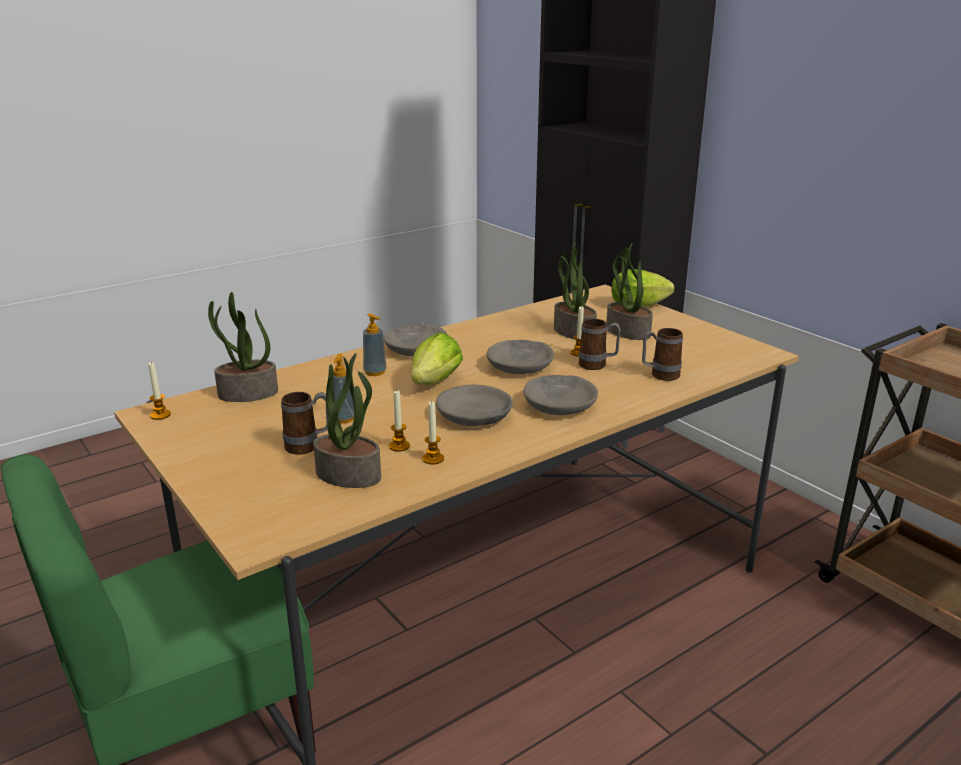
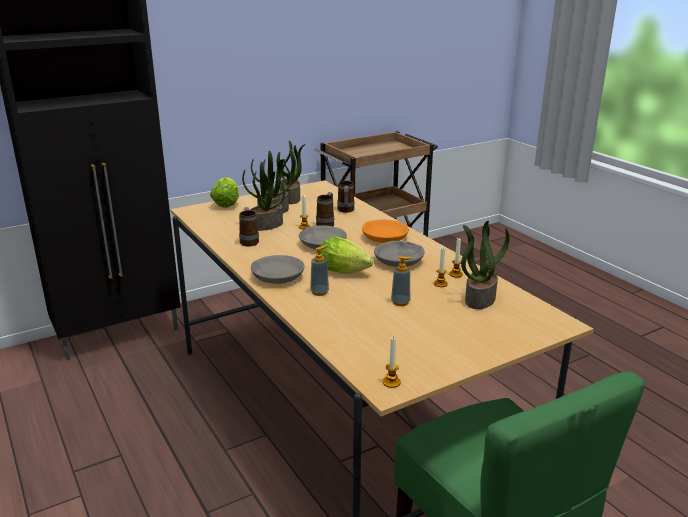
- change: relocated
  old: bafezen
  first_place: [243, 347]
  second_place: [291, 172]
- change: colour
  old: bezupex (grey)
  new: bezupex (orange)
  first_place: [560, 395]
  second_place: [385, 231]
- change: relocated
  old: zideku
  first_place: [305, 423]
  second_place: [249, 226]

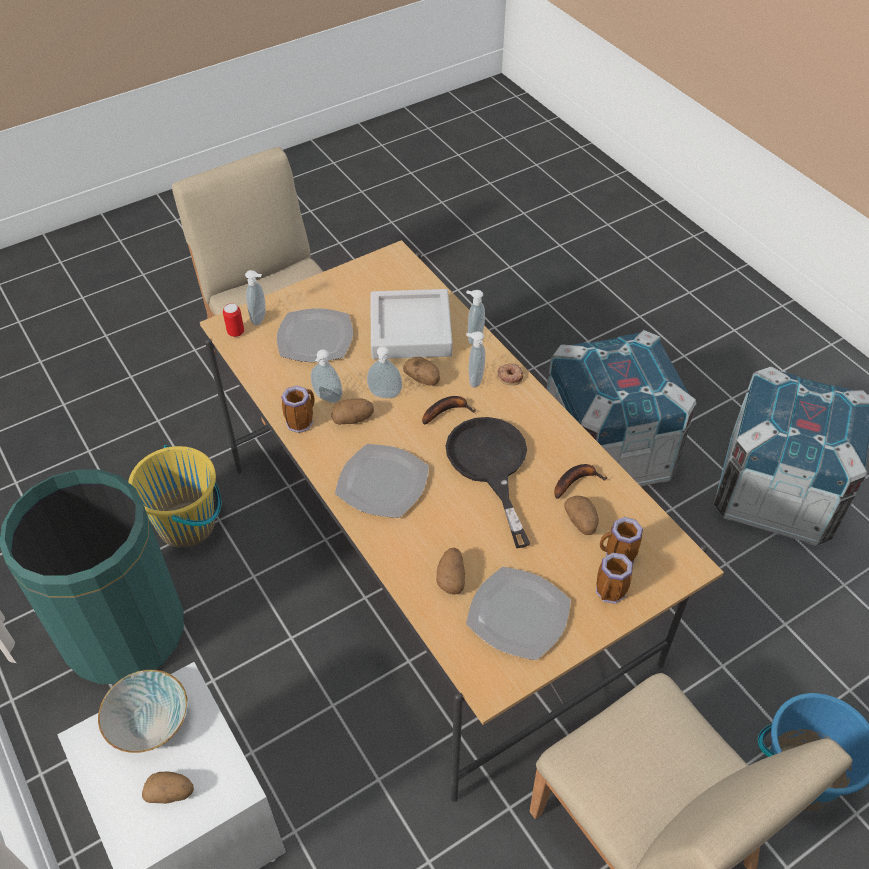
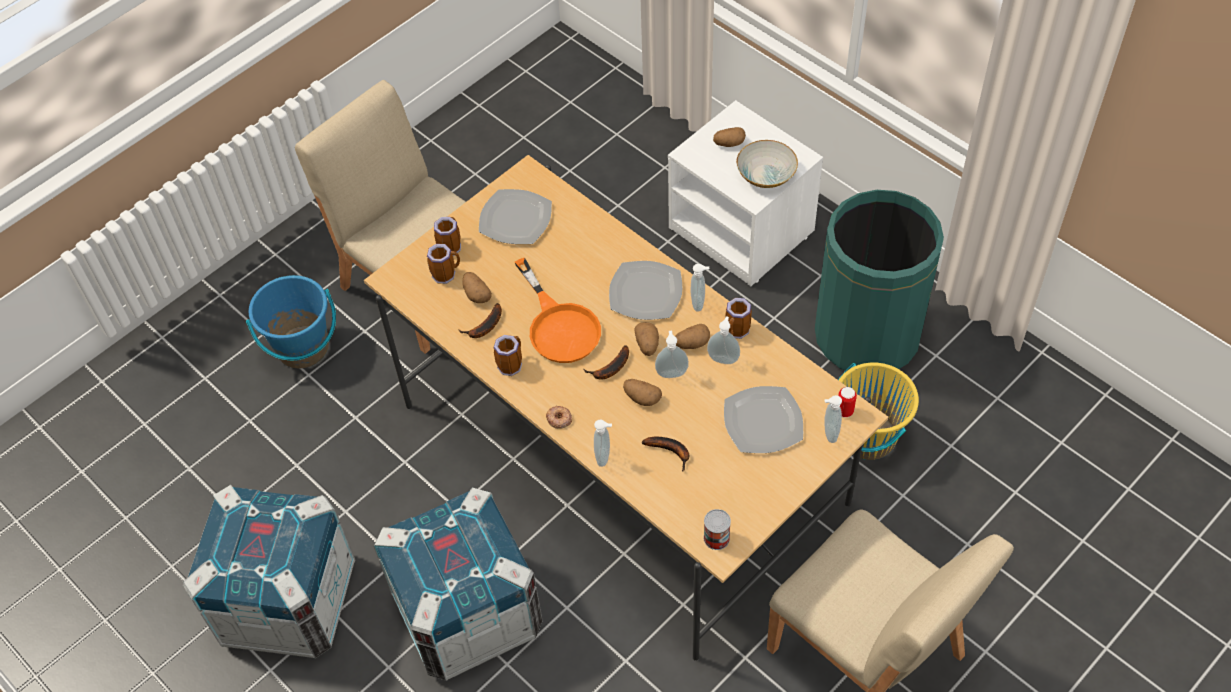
- change: exchanged
  old: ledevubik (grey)
  new: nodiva
  first_place: [411, 324]
  second_place: [665, 454]
- change: relocated
  old: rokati
  first_place: [475, 359]
  second_place: [699, 288]
- change: colour
  old: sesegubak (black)
  new: sesegubak (orange)
  first_place: [488, 482]
  second_place: [558, 310]
- change: relocated
  old: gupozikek
  first_place: [450, 571]
  second_place: [646, 339]
- change: appeared
  new: zideku
  second_place: [508, 355]
- change: appeared
  new: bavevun
  second_place: [717, 529]

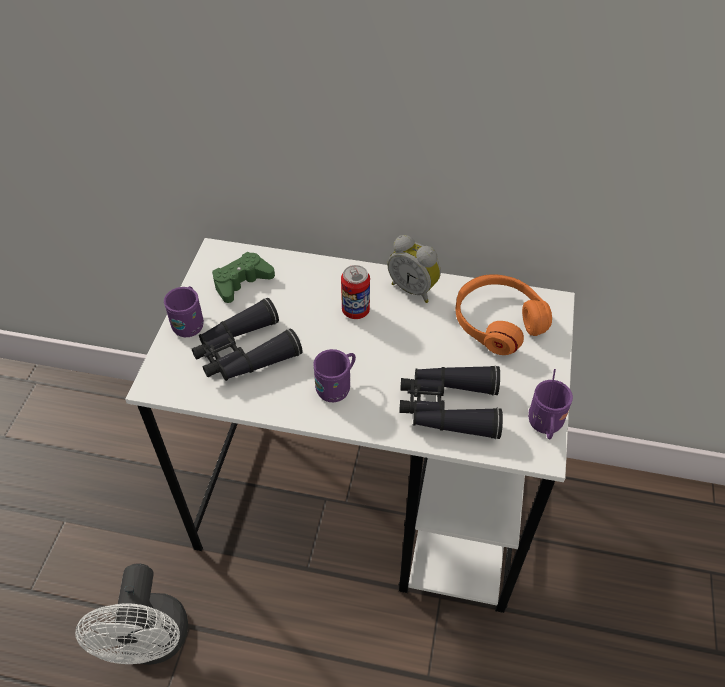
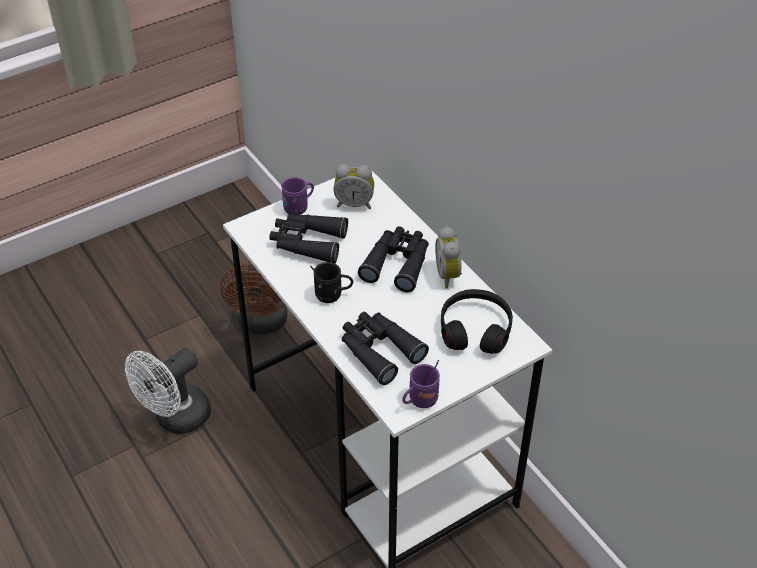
- change: exchanged
  old: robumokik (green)
  new: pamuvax
  first_place: [243, 277]
  second_place: [354, 186]
- change: exchanged
  old: bavevun
  new: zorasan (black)
  first_place: [355, 292]
  second_place: [393, 259]
- change: colour
  old: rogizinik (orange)
  new: rogizinik (black)
  first_place: [504, 314]
  second_place: [477, 321]
- change: colour
  old: zideku (purple)
  new: zideku (black)
  first_place: [334, 375]
  second_place: [331, 282]
- change: appeared
  new: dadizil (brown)
  second_place: [253, 297]

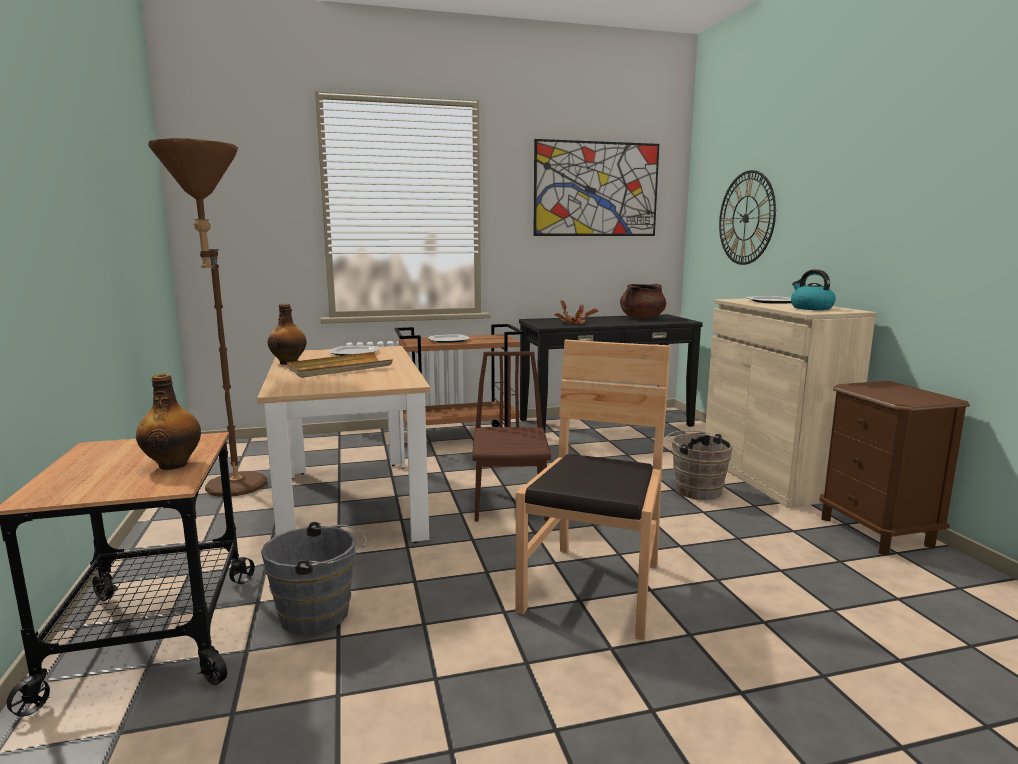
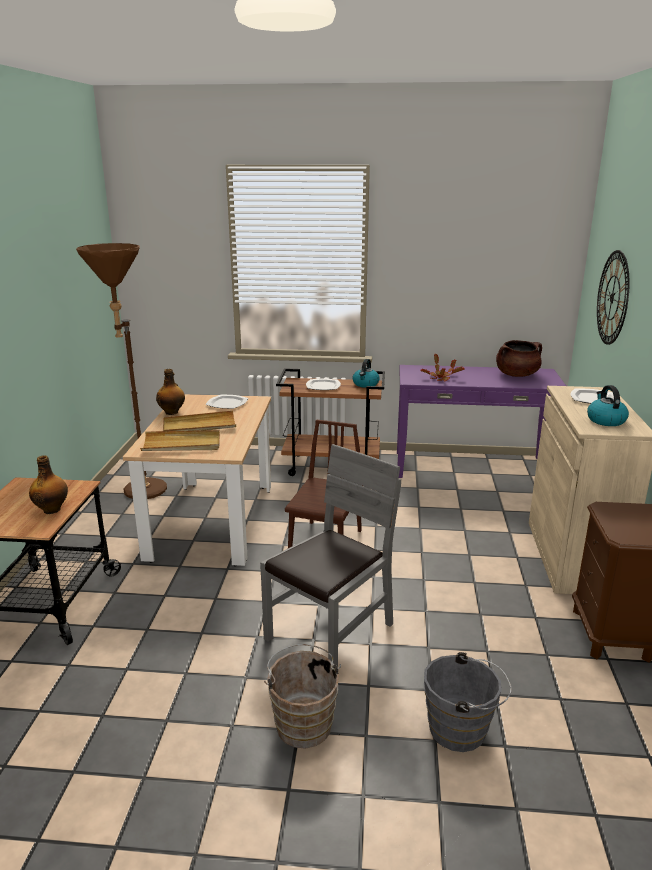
- change: missing
  old: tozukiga
  first_place: [596, 187]
- change: colour
  old: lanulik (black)
  new: lanulik (purple)
  first_place: [611, 372]
  second_place: [481, 421]
- change: colour
  old: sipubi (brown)
  new: sipubi (grey)
  first_place: [593, 489]
  second_place: [330, 555]
- change: relocated
  old: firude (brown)
  first_place: [699, 465]
  second_place: [302, 696]
- change: relocated
  old: firude (grey)
  first_place: [313, 578]
  second_place: [468, 702]
- change: appeared
  new: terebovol
  second_place: [366, 373]
- change: appeared
  new: ledevubik (beige)
  second_place: [180, 440]

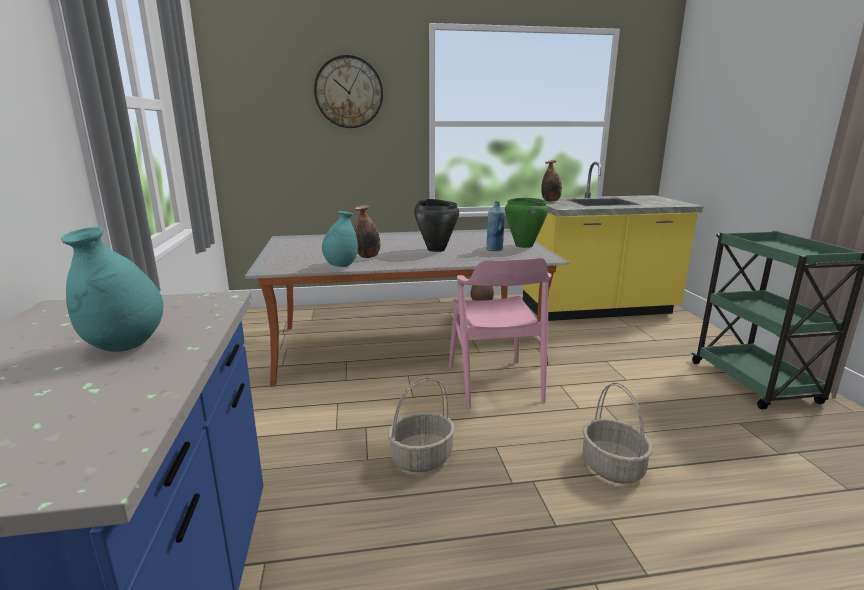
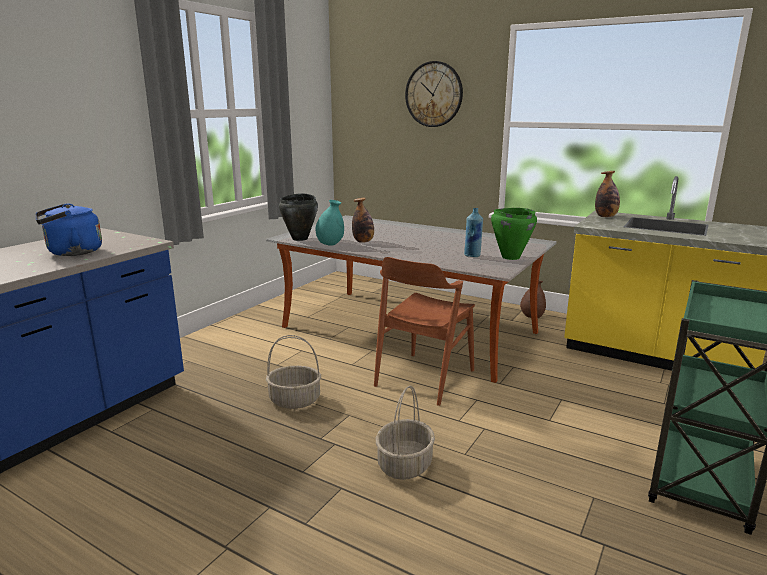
- change: relocated
  old: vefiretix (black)
  first_place: [436, 225]
  second_place: [298, 217]
- change: exchanged
  old: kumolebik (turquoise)
  new: terebovol (blue)
  first_place: [112, 289]
  second_place: [69, 229]
- change: colour
  old: sipubi (pink)
  new: sipubi (brown)
  first_place: [500, 333]
  second_place: [424, 331]

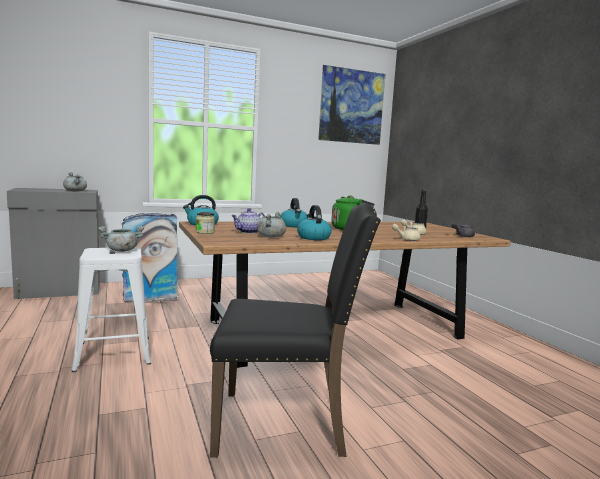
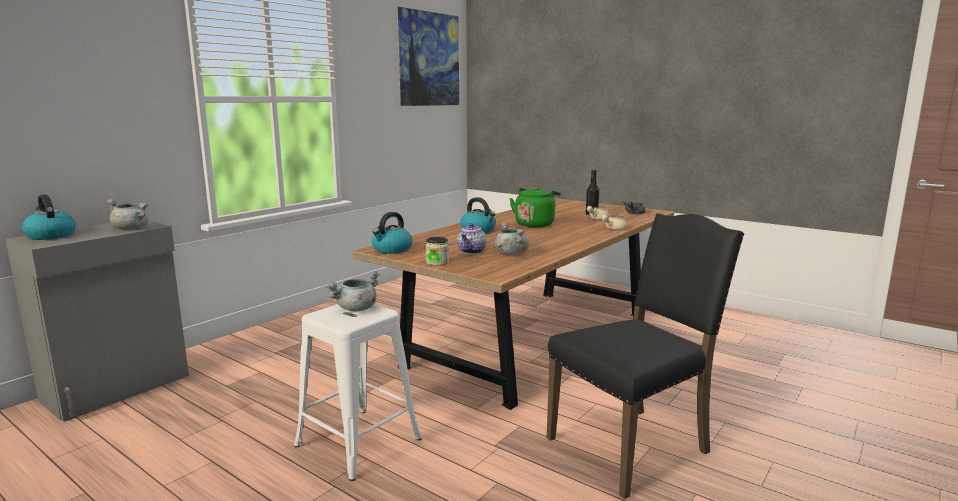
- change: relocated
  old: terebovol
  first_place: [314, 222]
  second_place: [49, 217]
- change: missing
  old: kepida
  first_place: [149, 258]

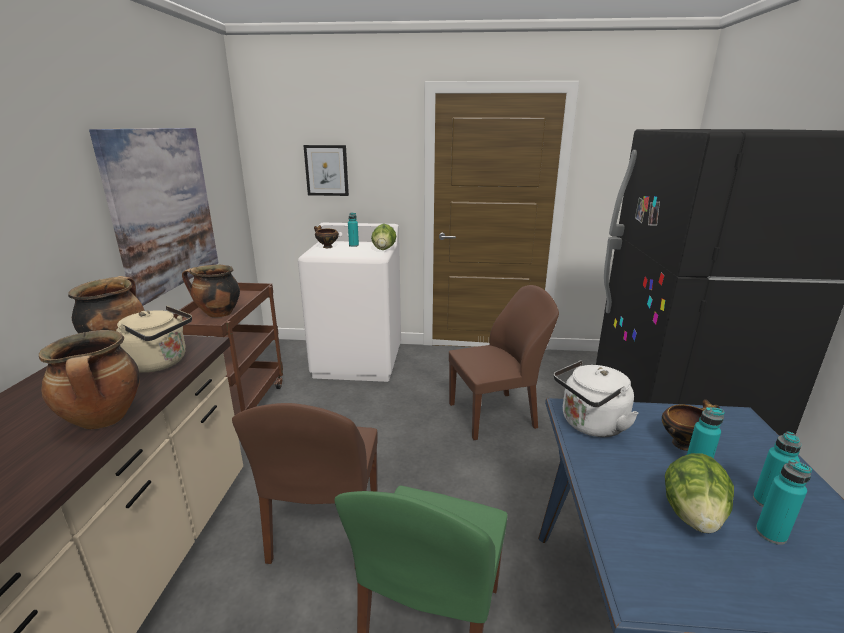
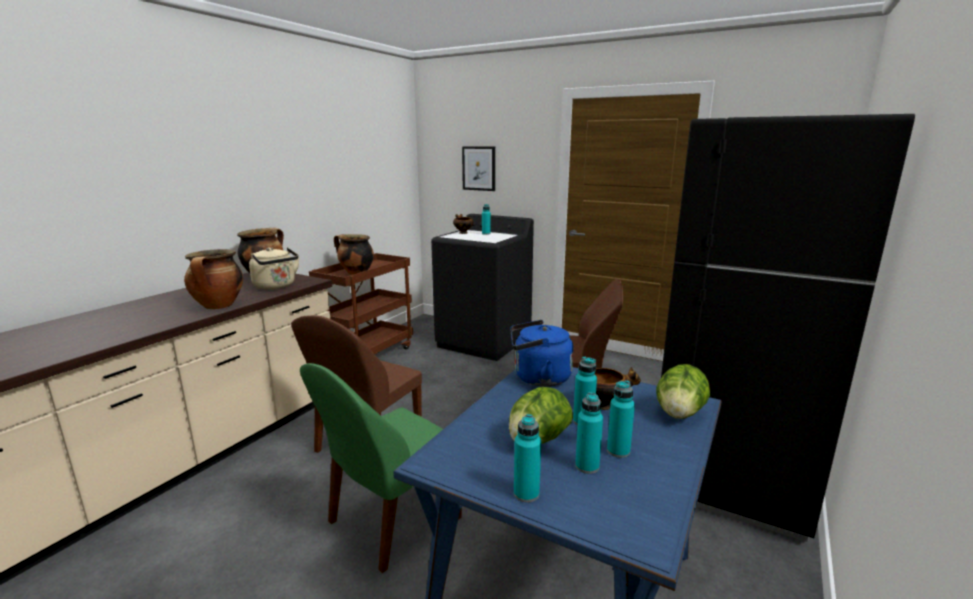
- change: missing
  old: tozukiga
  first_place: [153, 217]
- change: colour
  old: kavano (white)
  new: kavano (black)
  first_place: [349, 302]
  second_place: [482, 287]
- change: relocated
  old: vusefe
  first_place: [383, 237]
  second_place: [683, 391]
- change: colour
  old: terebovol (white)
  new: terebovol (blue)
  first_place: [596, 398]
  second_place: [542, 353]
- change: appeared
  new: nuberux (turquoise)
  second_place: [527, 458]

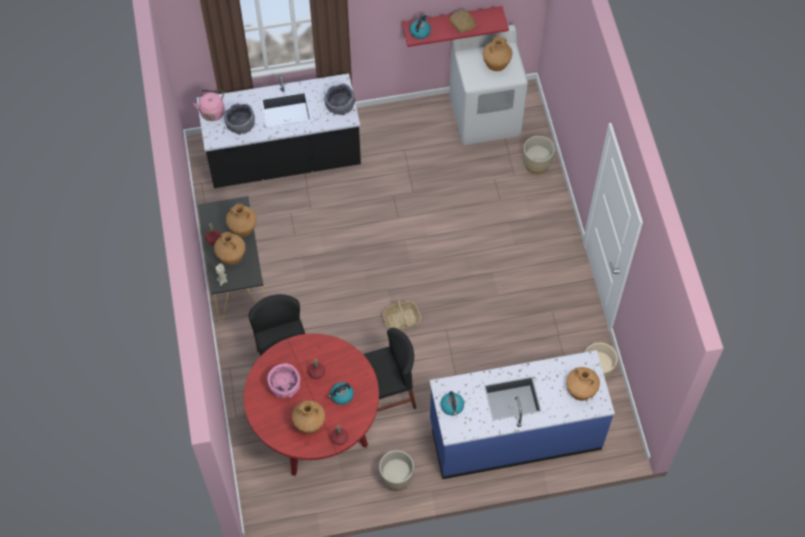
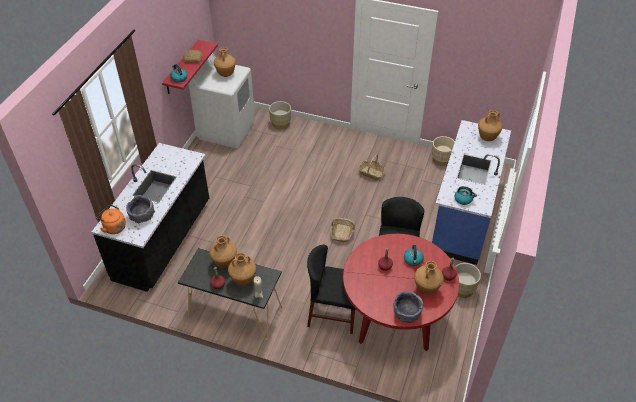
- change: relocated
  old: bezupex (grey)
  first_place: [340, 99]
  second_place: [408, 307]
- change: colour
  old: terebovol (pink)
  new: terebovol (orange)
  first_place: [209, 105]
  second_place: [110, 219]
- change: missing
  old: bezupex (pink)
  first_place: [283, 380]
- change: appeared
  new: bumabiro
  second_place: [371, 167]

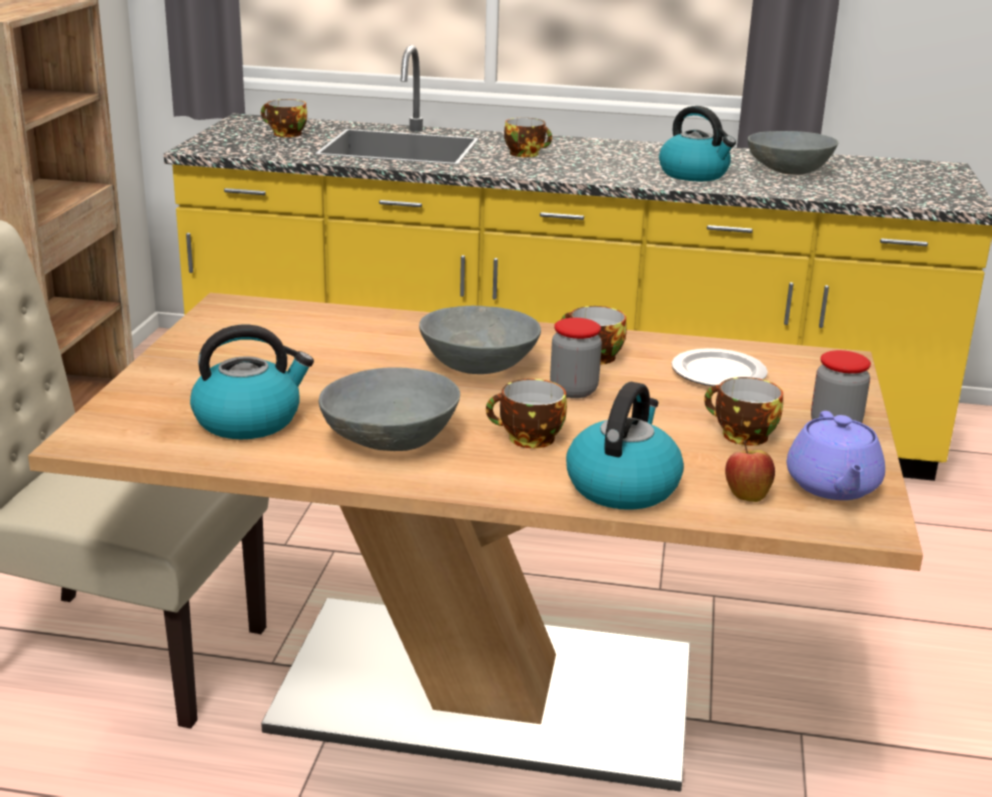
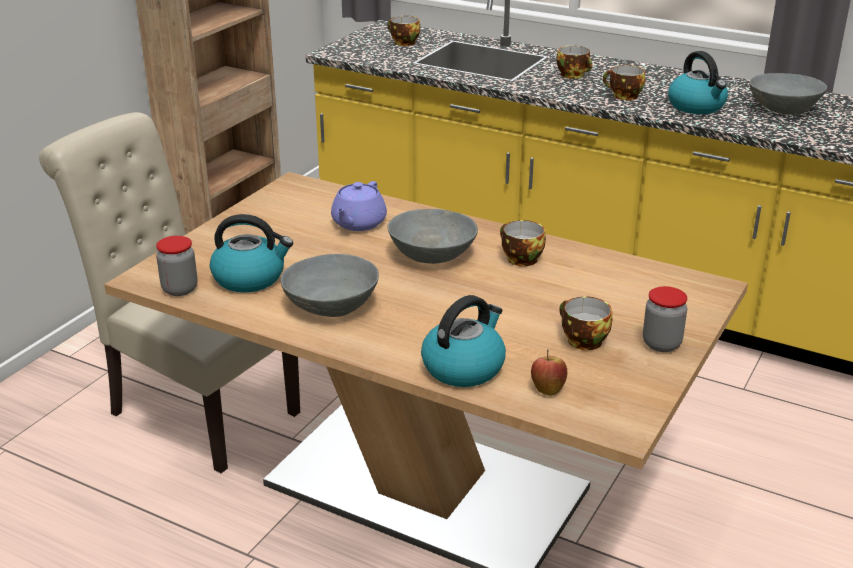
- change: relocated
  old: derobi
  first_place: [576, 358]
  second_place: [177, 266]
- change: missing
  old: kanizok
  first_place: [719, 367]
- change: relocated
  old: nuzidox
  first_place: [526, 413]
  second_place: [624, 82]
- change: relocated
  old: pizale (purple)
  first_place: [836, 455]
  second_place: [359, 206]

